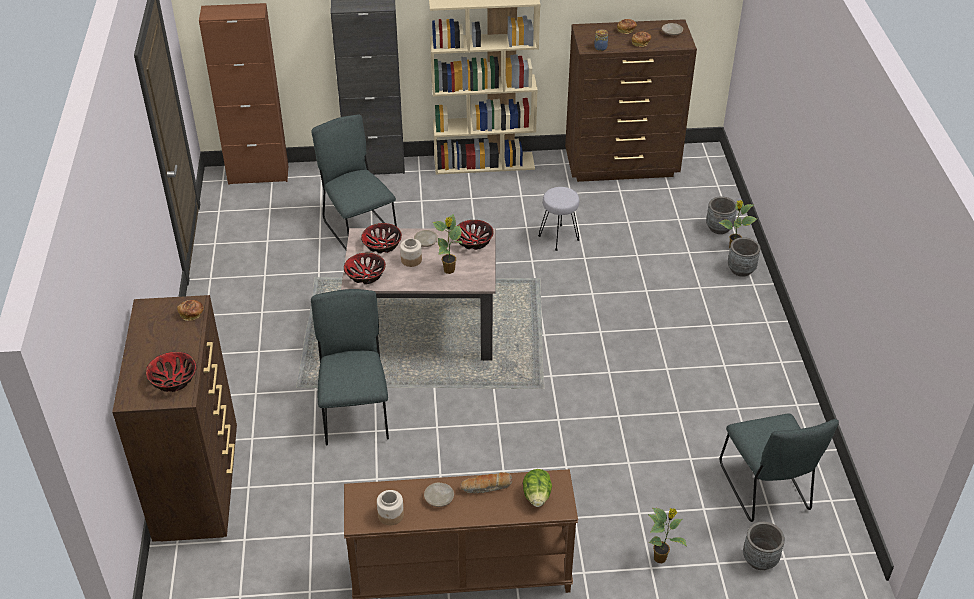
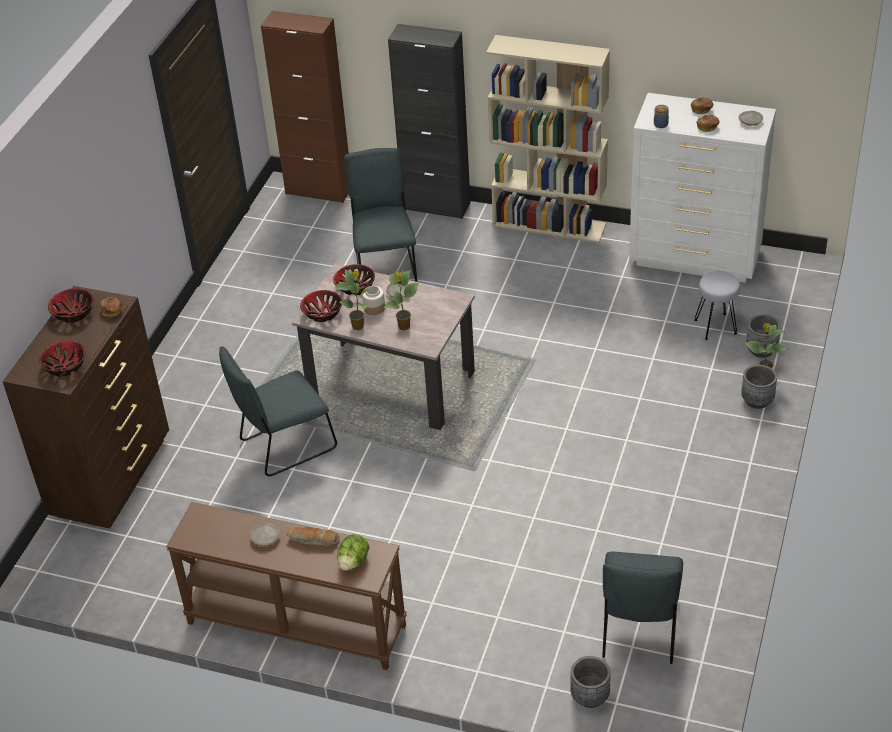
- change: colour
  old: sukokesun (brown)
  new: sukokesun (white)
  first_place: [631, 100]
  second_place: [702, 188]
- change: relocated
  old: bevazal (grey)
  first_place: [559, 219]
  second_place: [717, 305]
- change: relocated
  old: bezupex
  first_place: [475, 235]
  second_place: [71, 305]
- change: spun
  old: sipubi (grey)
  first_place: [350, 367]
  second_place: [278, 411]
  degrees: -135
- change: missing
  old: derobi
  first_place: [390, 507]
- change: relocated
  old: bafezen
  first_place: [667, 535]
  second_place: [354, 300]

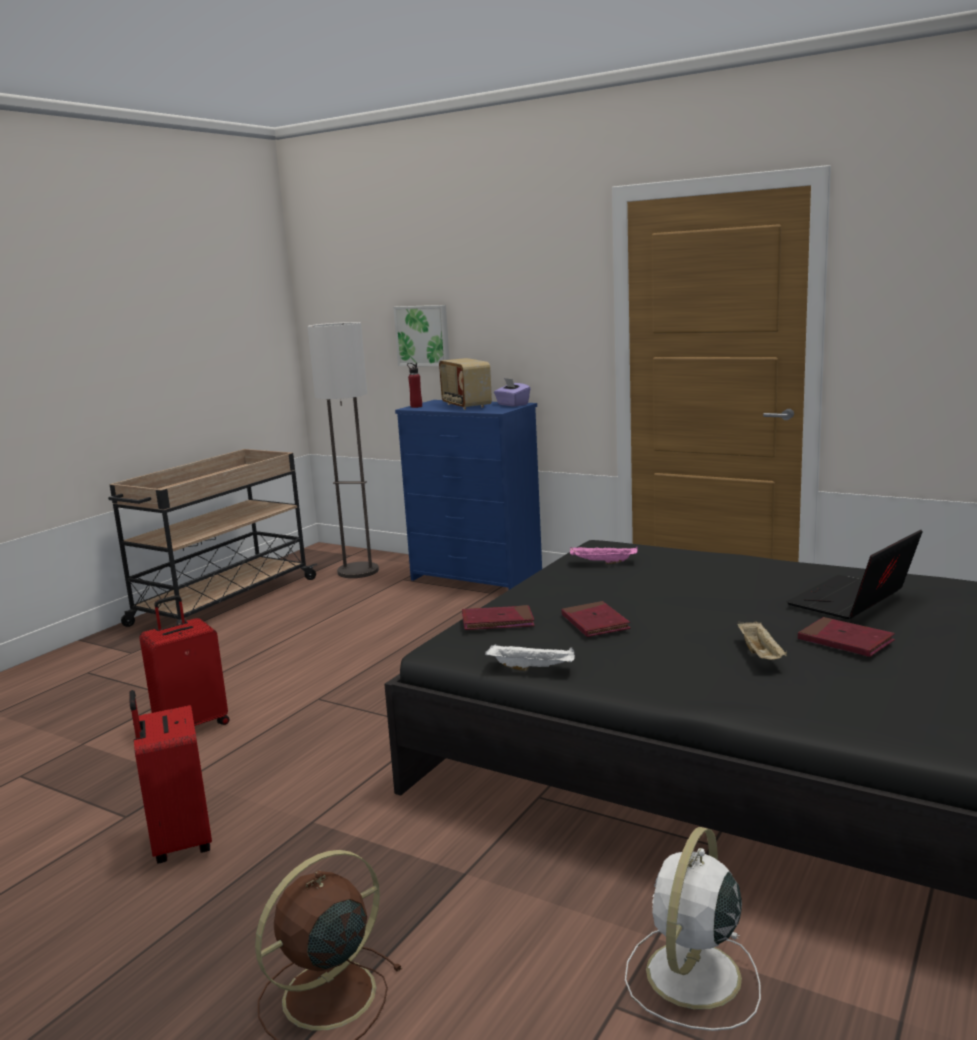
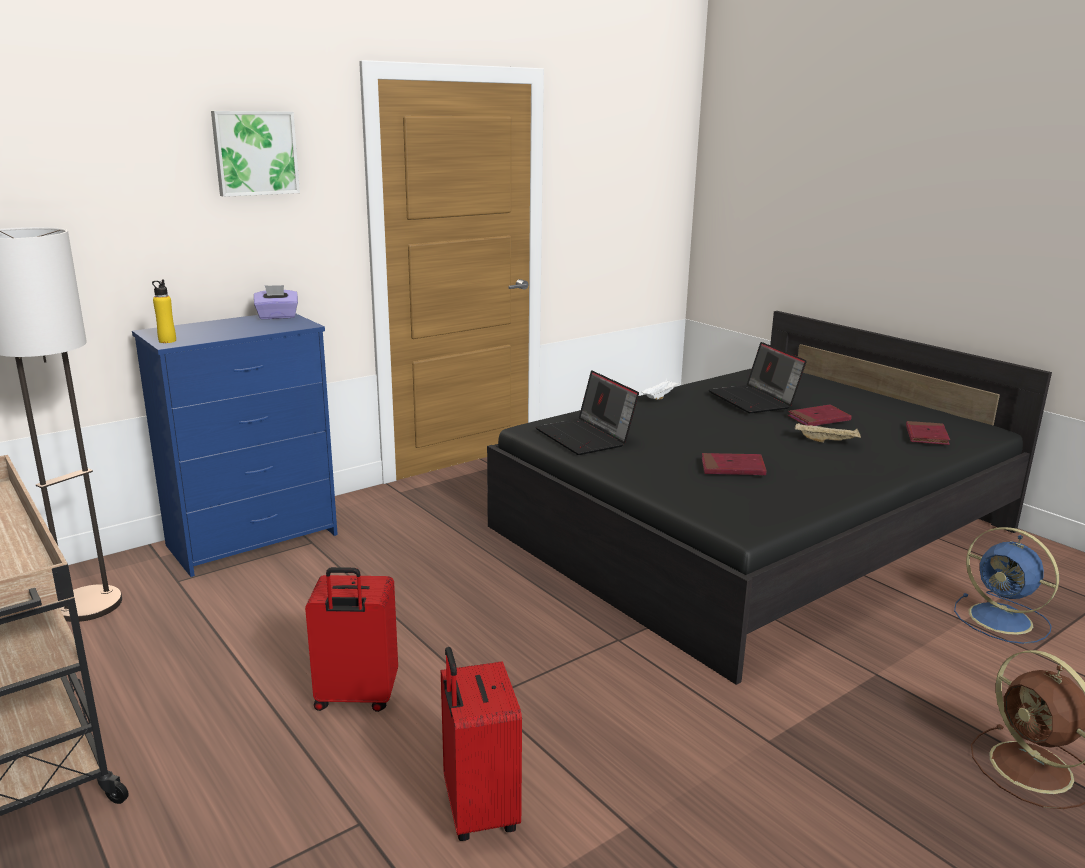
- change: relocated
  old: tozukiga
  first_place: [421, 335]
  second_place: [255, 154]
- change: missing
  old: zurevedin
  first_place: [465, 384]
- change: colour
  old: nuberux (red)
  new: nuberux (yellow)
  first_place: [414, 385]
  second_place: [164, 311]
- change: exchanged
  old: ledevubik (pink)
  new: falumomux
  first_place: [604, 555]
  second_place: [587, 412]
- change: relocated
  old: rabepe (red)
  first_place: [498, 617]
  second_place: [928, 433]
- change: relocated
  old: ledevubik (white)
  first_place: [530, 657]
  second_place: [661, 389]
- change: relocated
  old: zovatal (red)
  first_place: [170, 777]
  second_place: [351, 639]
- change: colour
  old: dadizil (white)
  new: dadizil (blue)
  first_place: [693, 929]
  second_place: [1006, 585]

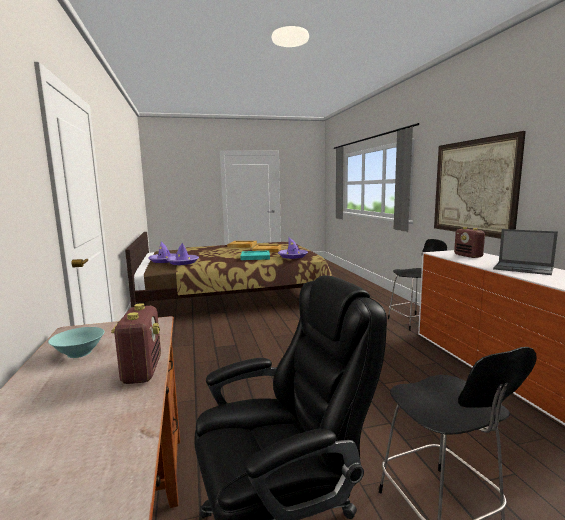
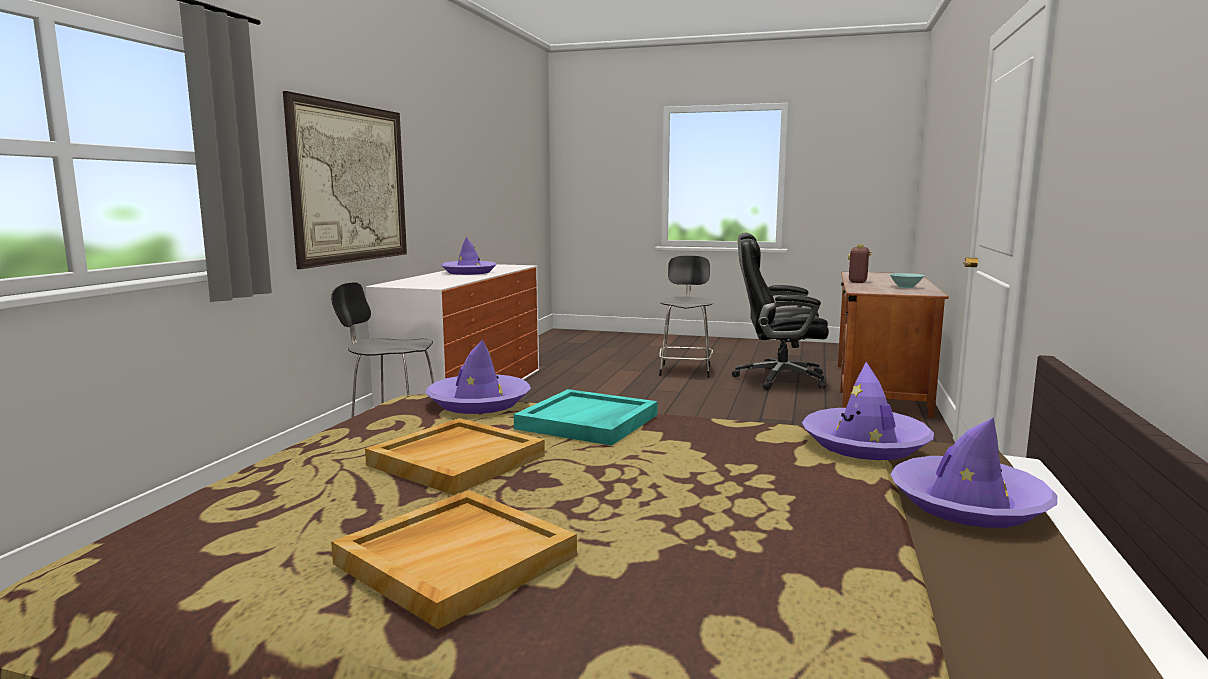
- change: missing
  old: zurevedin
  first_place: [469, 242]
- change: exchanged
  old: falumomux
  new: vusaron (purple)
  first_place: [525, 252]
  second_place: [469, 256]

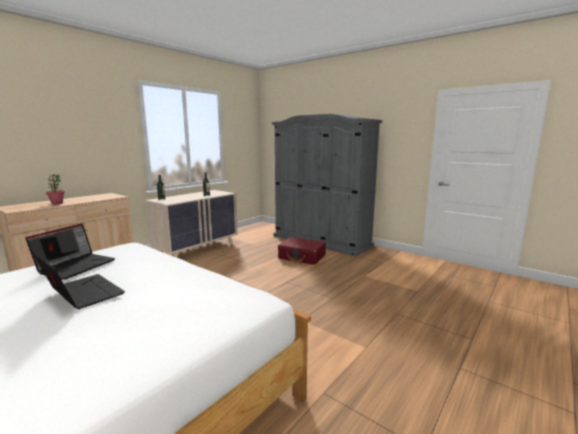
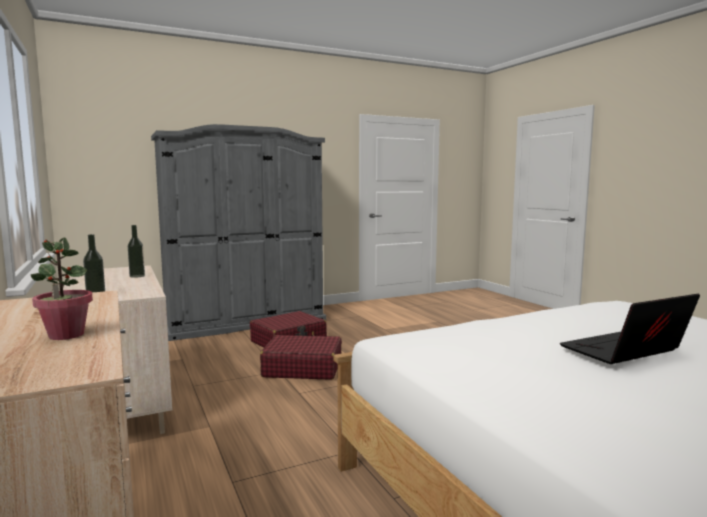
- change: missing
  old: falumomux
  first_place: [70, 251]
- change: appeared
  new: zovatal (red)
  second_place: [301, 357]

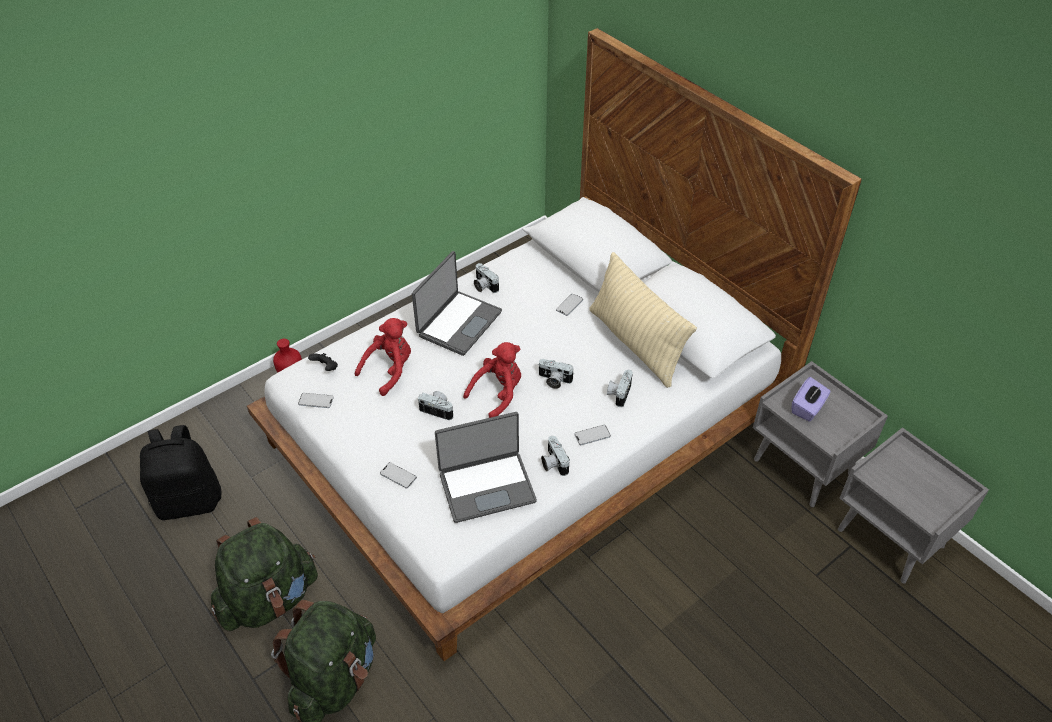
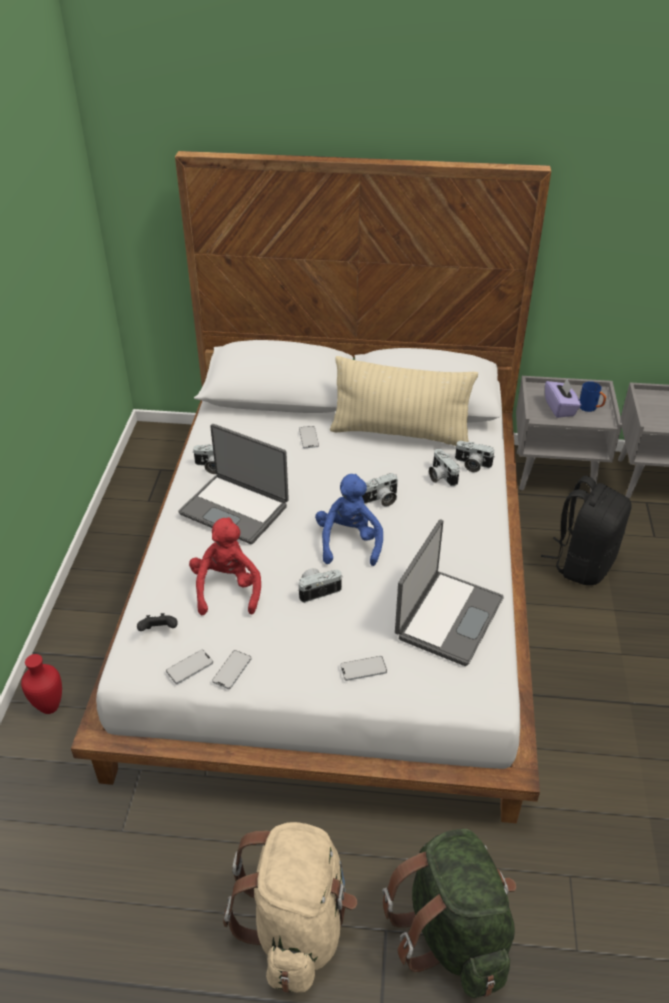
- change: spun
  old: falumomux
  first_place: [457, 303]
  second_place: [233, 484]
  degrees: 135
- change: colour
  old: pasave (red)
  new: pasave (blue)
  first_place: [492, 380]
  second_place: [349, 520]
- change: relocated
  old: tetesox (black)
  first_place: [180, 472]
  second_place: [586, 530]
- change: relocated
  old: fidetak
  first_place: [592, 435]
  second_place: [231, 669]
- change: relocated
  old: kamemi
  first_place: [555, 456]
  second_place: [475, 456]
- change: colour
  old: tetesox (green)
  new: tetesox (beige)
  first_place: [264, 574]
  second_place: [290, 907]
- change: appeared
  new: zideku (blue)
  second_place: [593, 396]

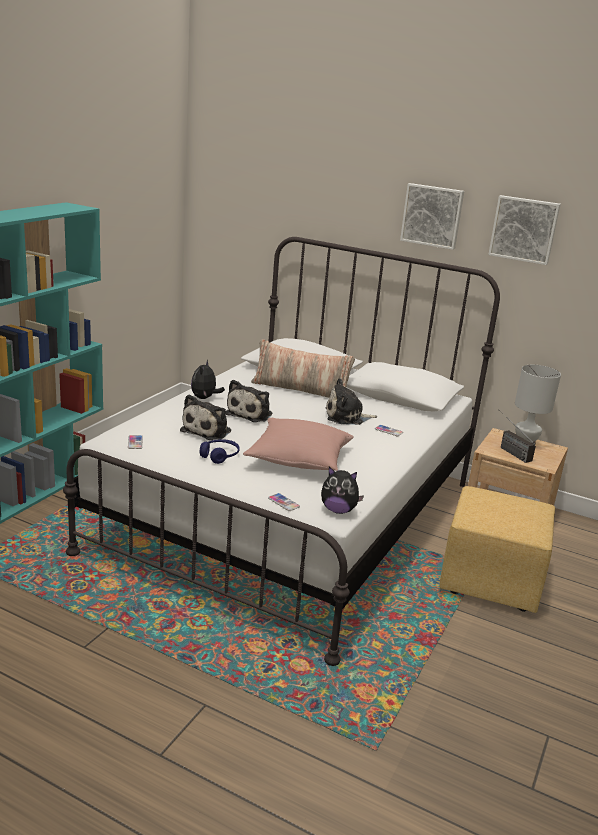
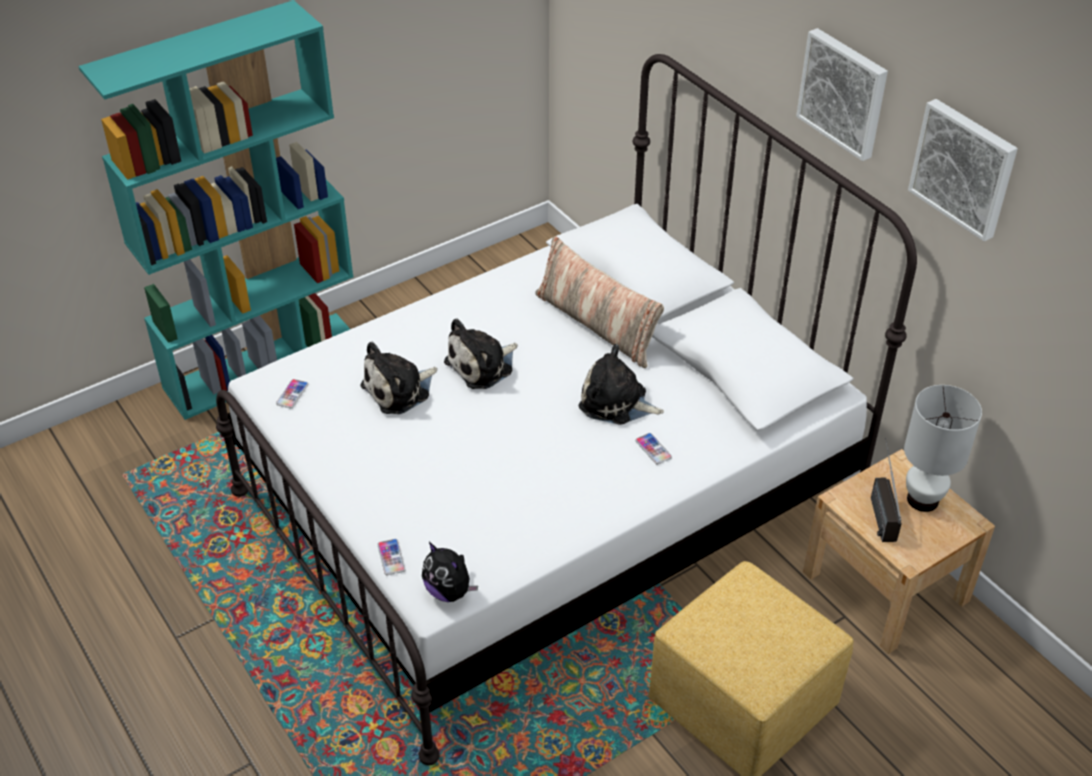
- change: missing
  old: pasave
  first_place: [208, 379]
- change: missing
  old: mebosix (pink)
  first_place: [298, 444]
- change: missing
  old: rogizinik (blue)
  first_place: [220, 451]

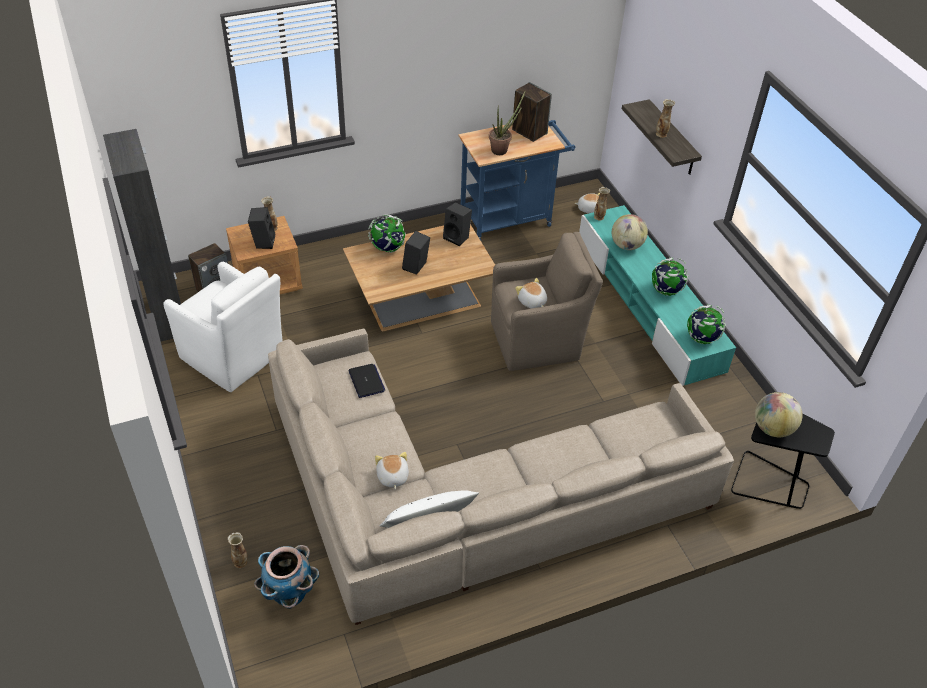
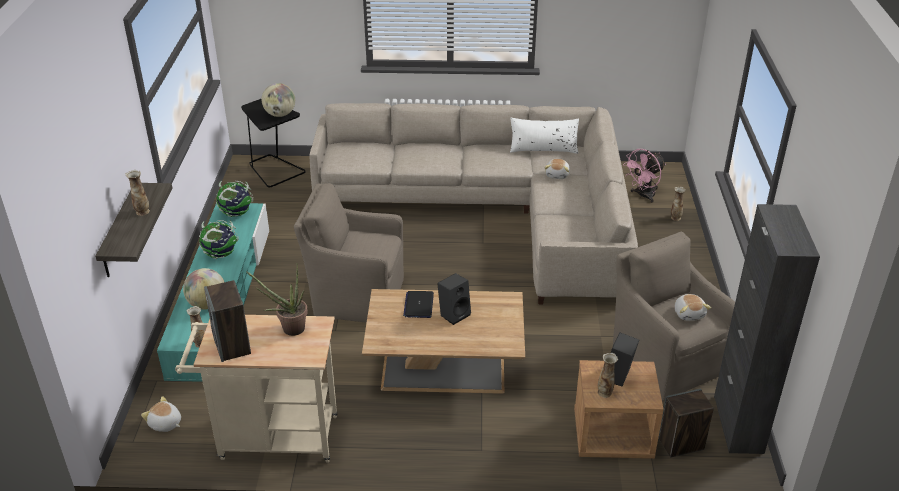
- change: colour
  old: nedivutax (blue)
  new: nedivutax (beige)
  first_place: [517, 180]
  second_place: [256, 389]
- change: missing
  old: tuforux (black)
  first_place: [457, 224]
- change: missing
  old: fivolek
  first_place: [387, 234]
- change: colour
  old: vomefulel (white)
  new: vomefulel (brown)
  first_place: [223, 327]
  second_place: [674, 316]
- change: relocated
  old: pasave
  first_place: [531, 293]
  second_place: [693, 307]
- change: relocated
  old: falumomux
  first_place: [366, 381]
  second_place: [418, 304]
- change: exchanged
  old: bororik
  new: dadizil (pink)
  first_place: [286, 577]
  second_place: [644, 176]

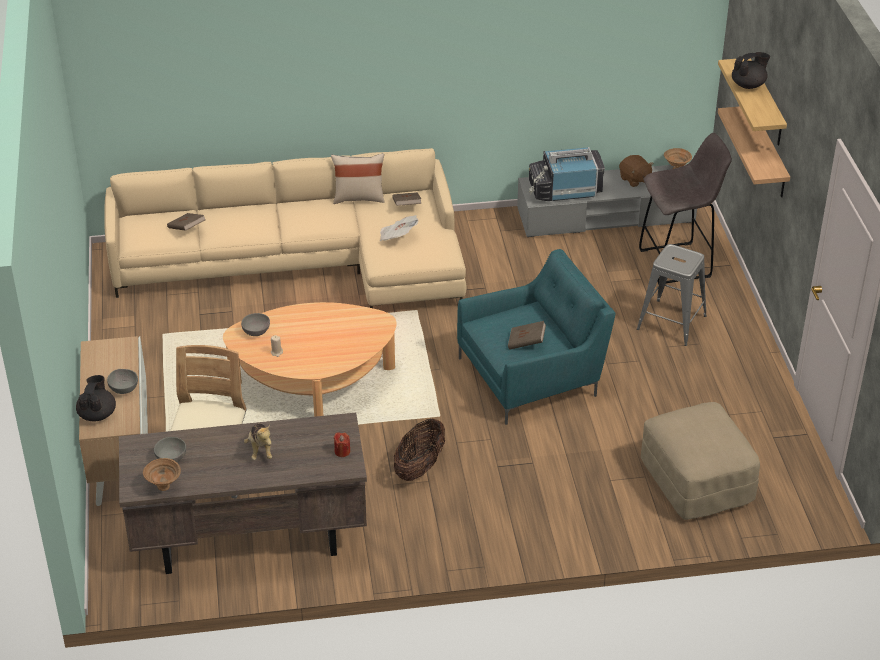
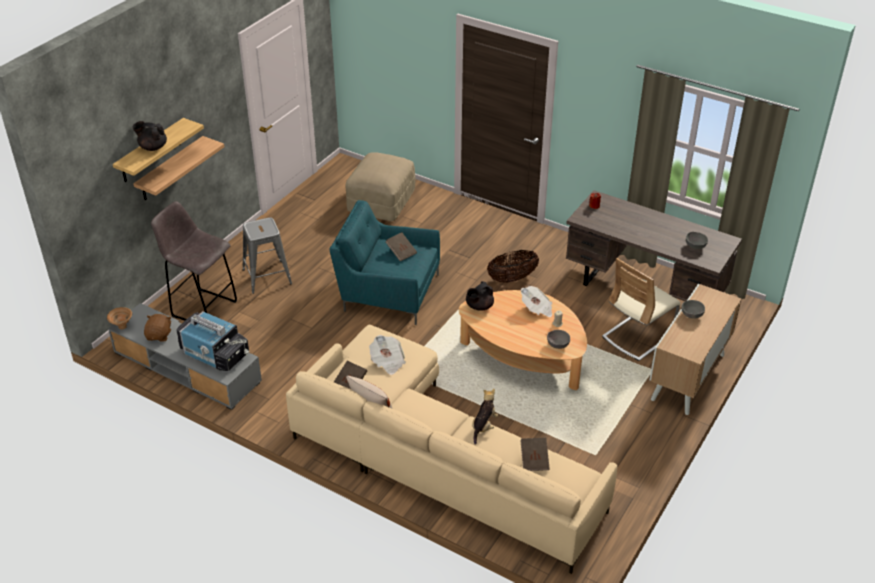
- change: relocated
  old: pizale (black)
  first_place: [96, 398]
  second_place: [480, 296]
- change: relocated
  old: pasave
  first_place: [258, 442]
  second_place: [485, 417]
- change: missing
  old: bezupex (brown)
  first_place: [162, 474]
- change: appeared
  new: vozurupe
  second_place: [536, 301]

